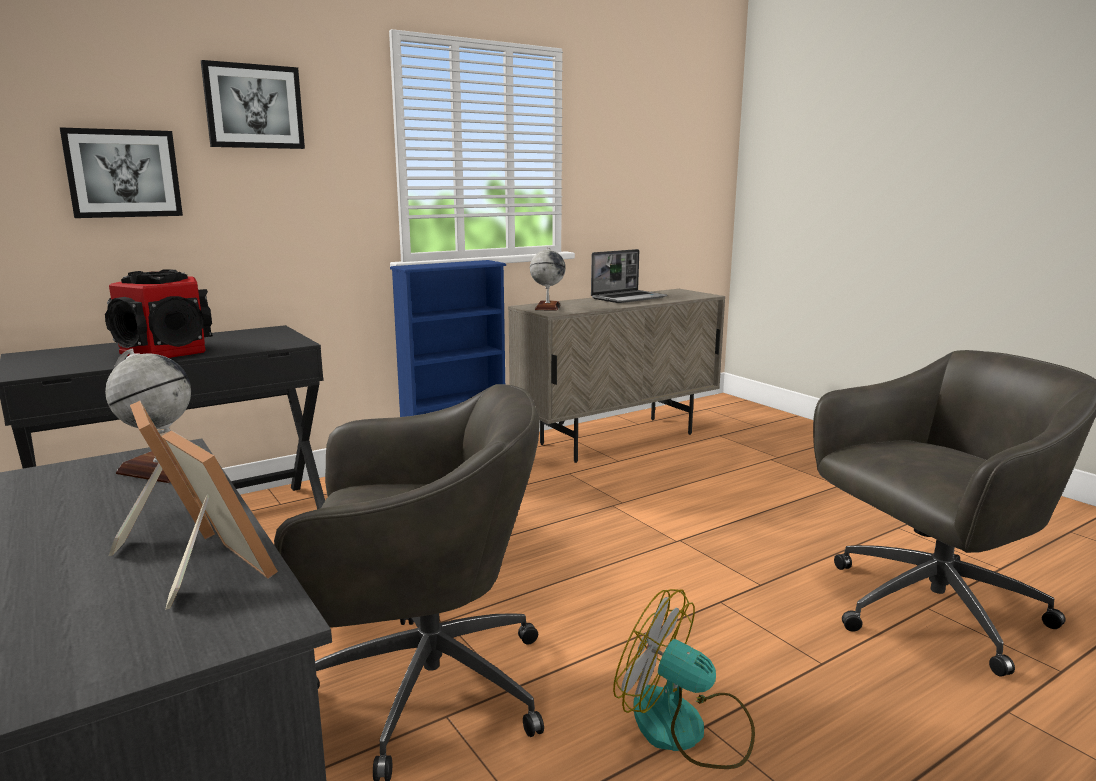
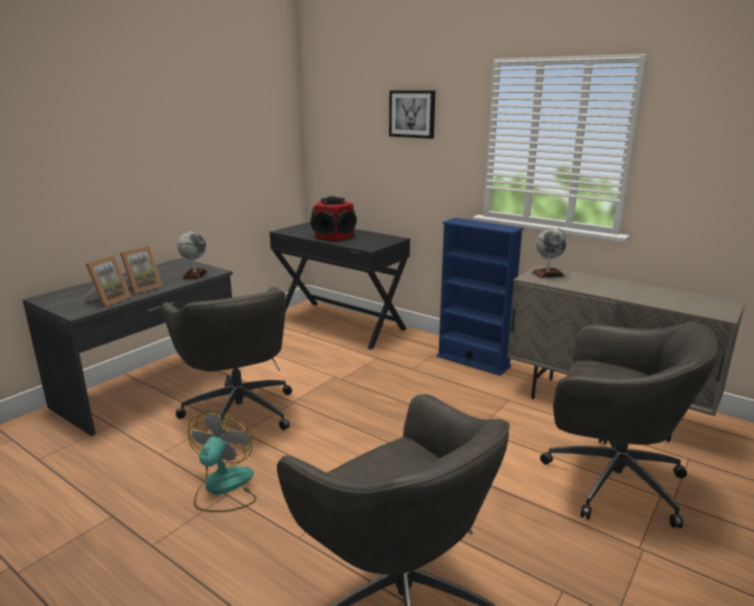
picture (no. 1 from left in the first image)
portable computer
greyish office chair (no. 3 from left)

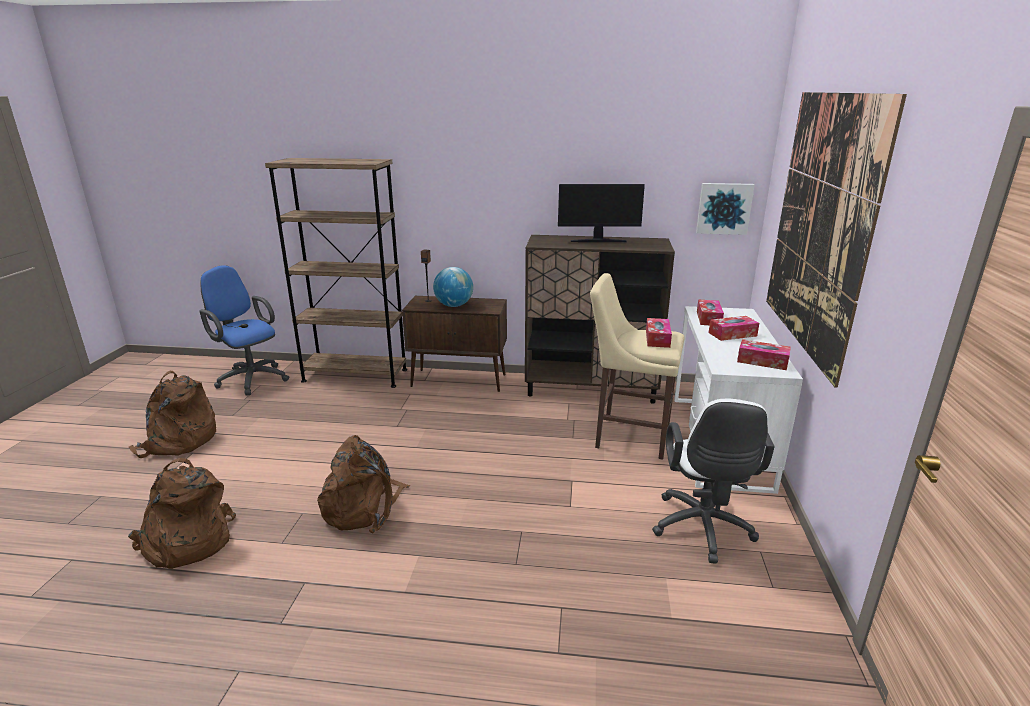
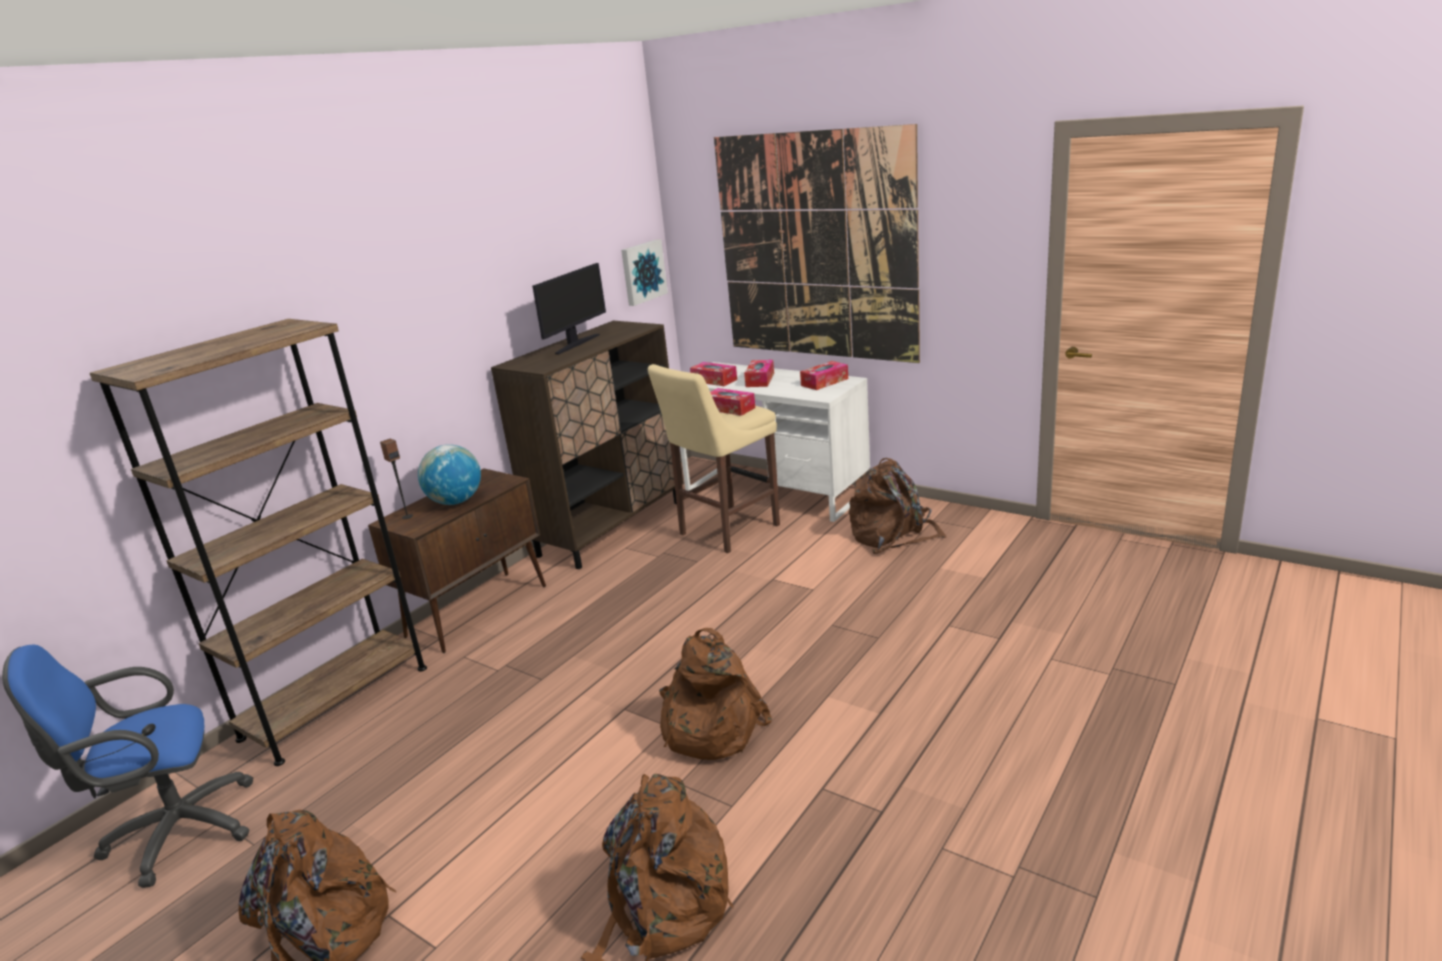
brownish backpack (no. 4 from left)

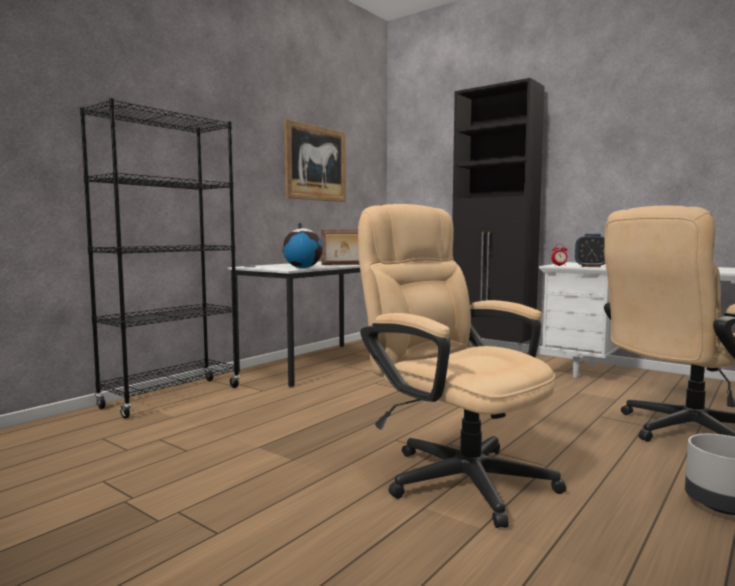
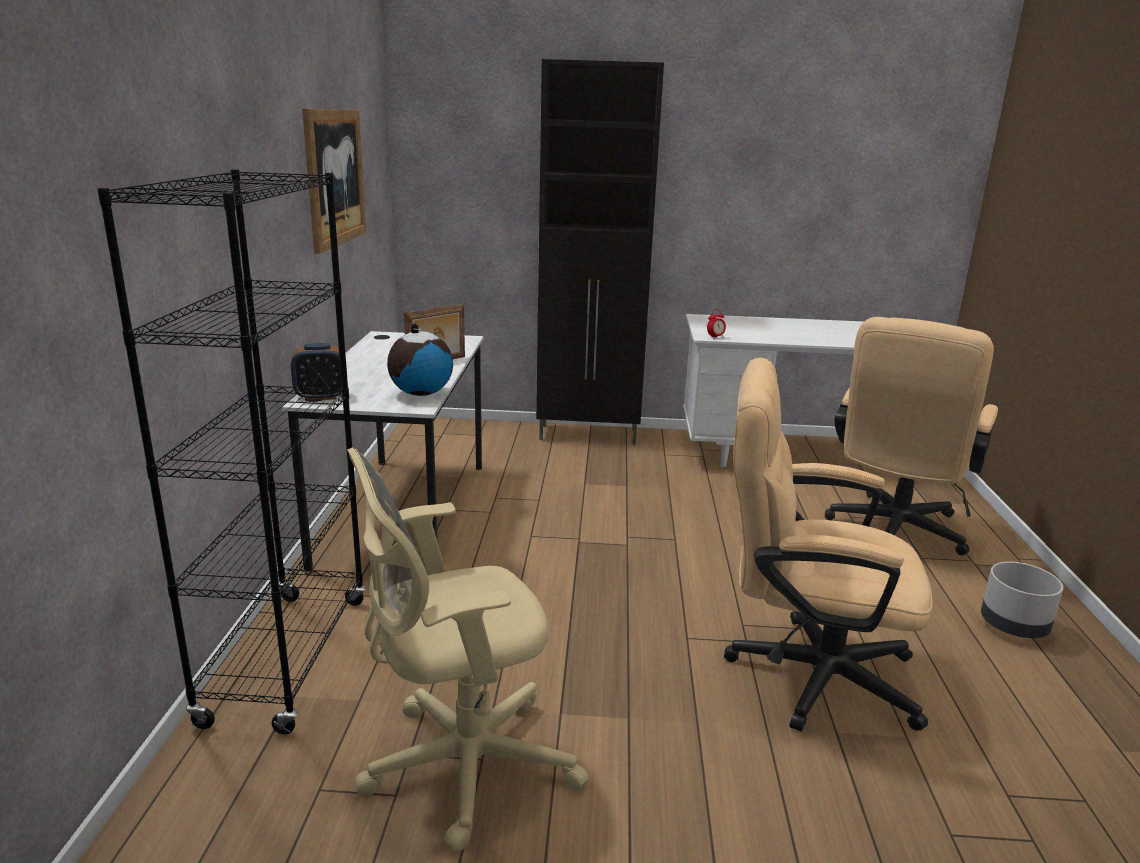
sand-coloured office chair (no. 1 from left)
table clock (no. 1 from left)

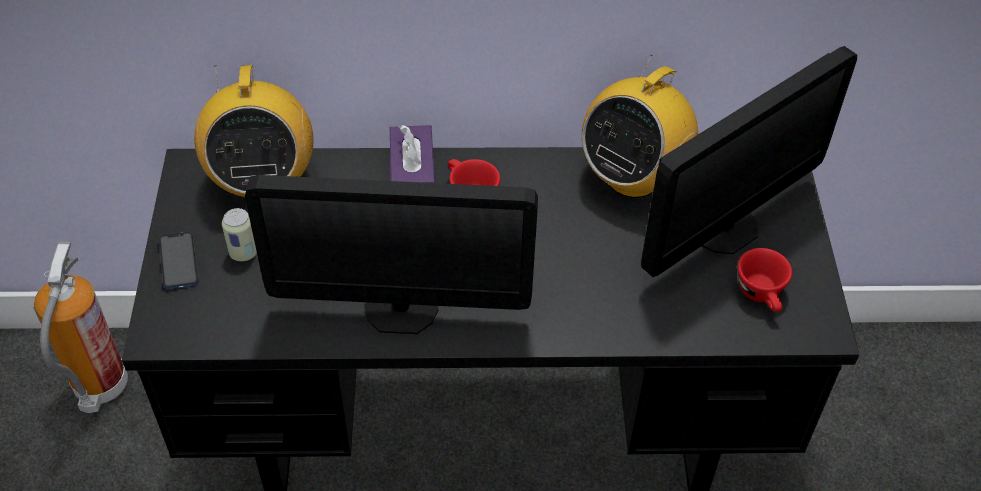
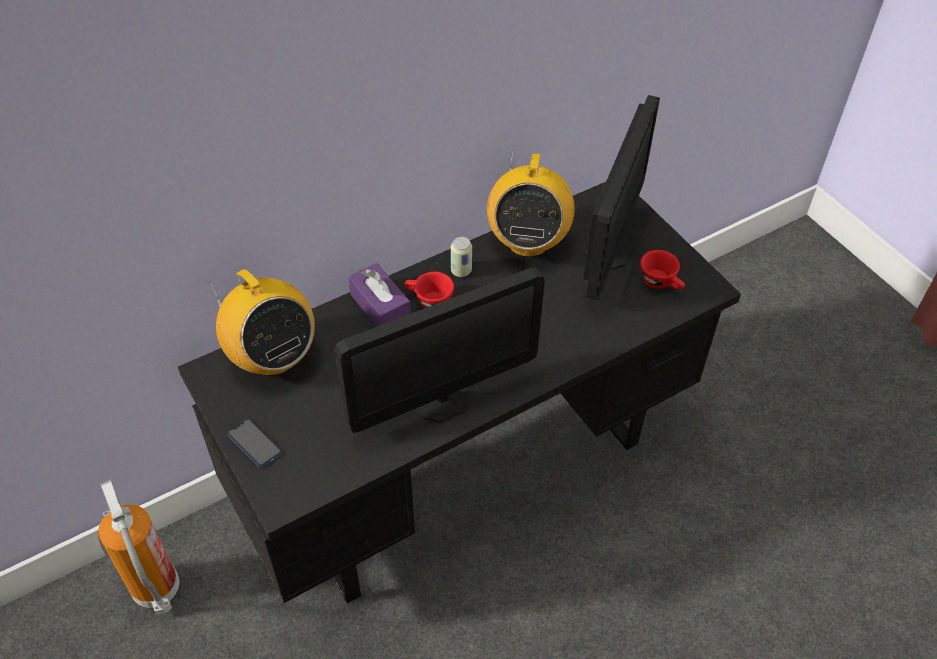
sealed can

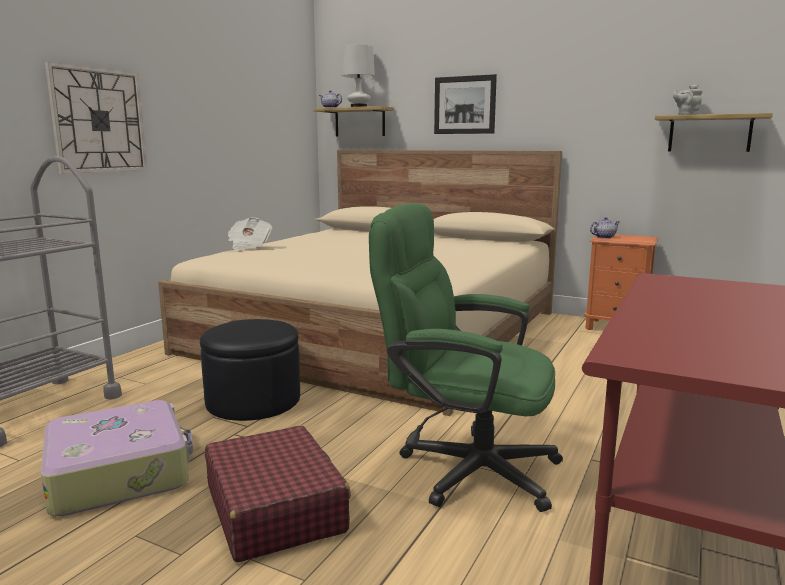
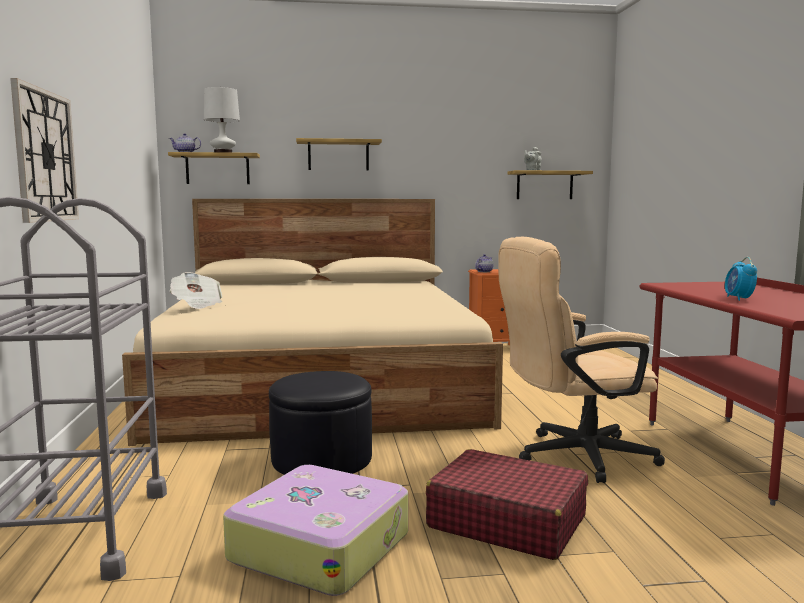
table clock
shelf (no. 2 from left)
sand-coloured office chair

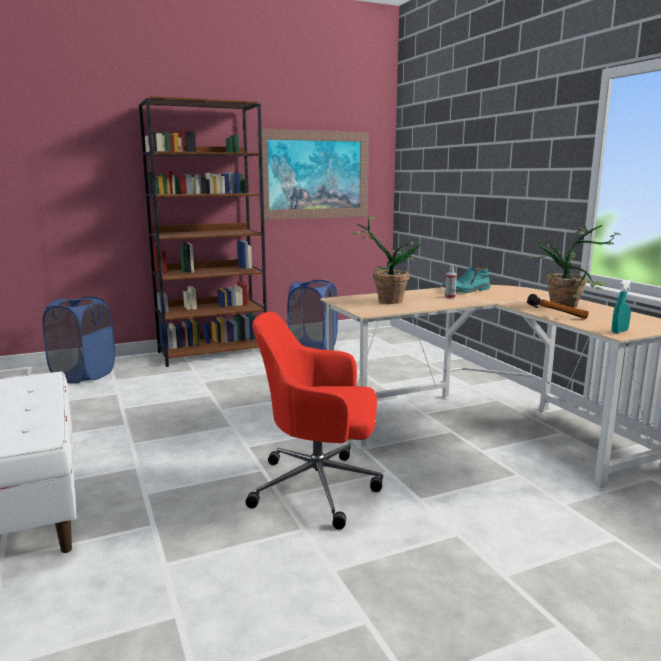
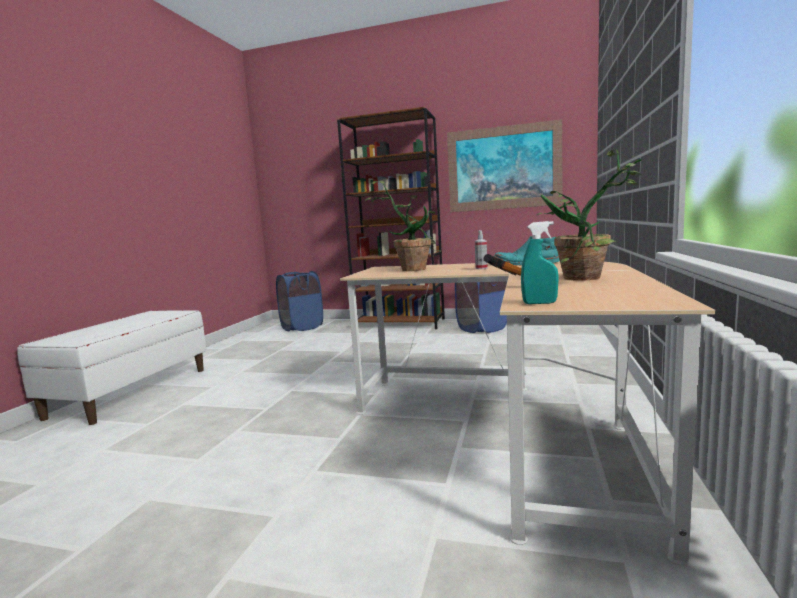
reddish office chair

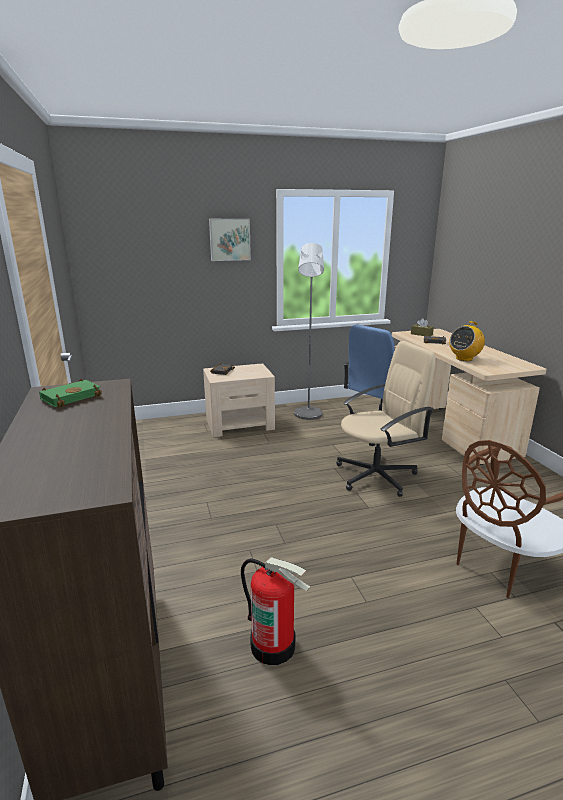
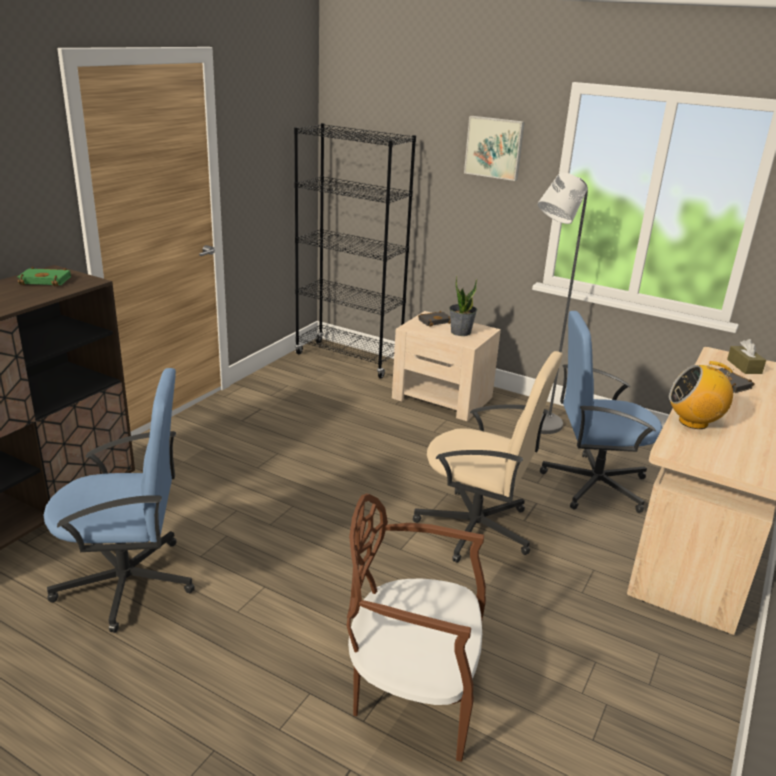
black bookcase
potted plant
blue-coloured office chair (no. 1 from left)

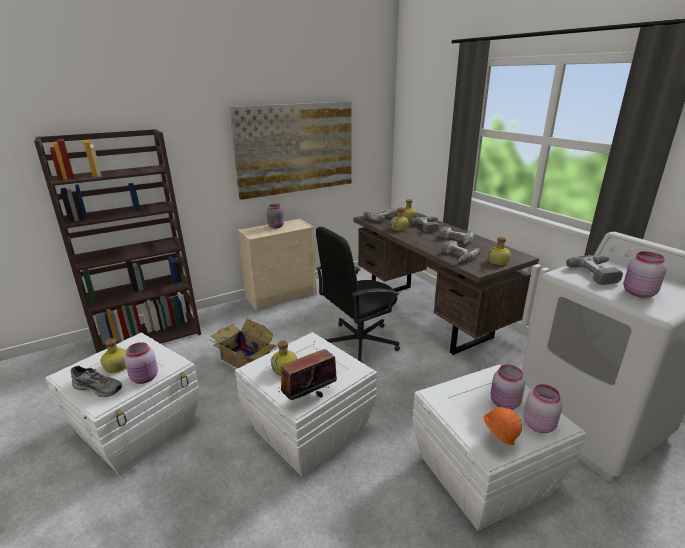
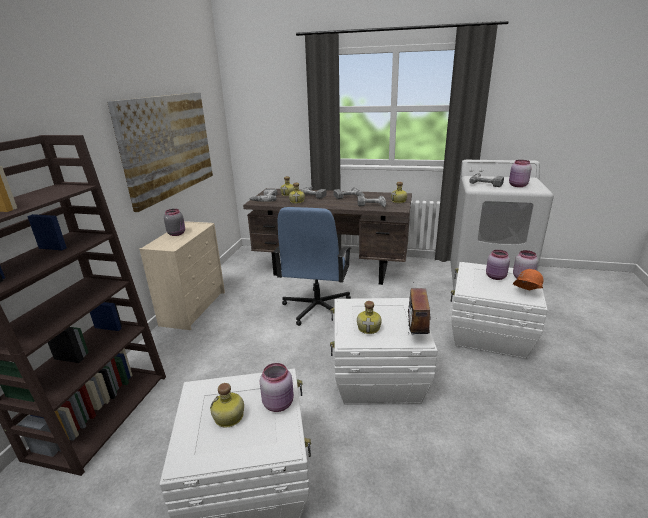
greyish low shoe
carton
blue-coloured office chair

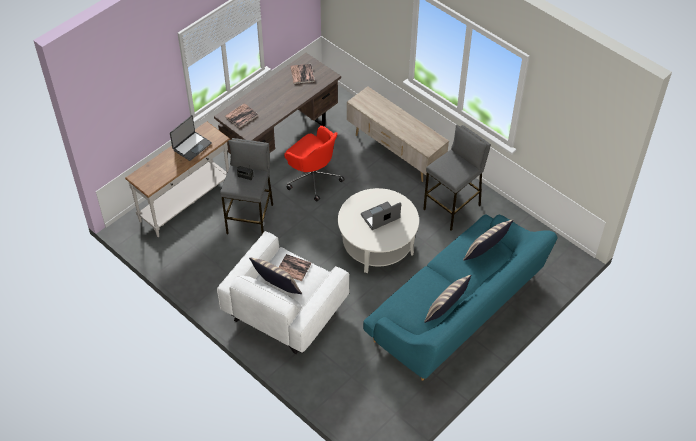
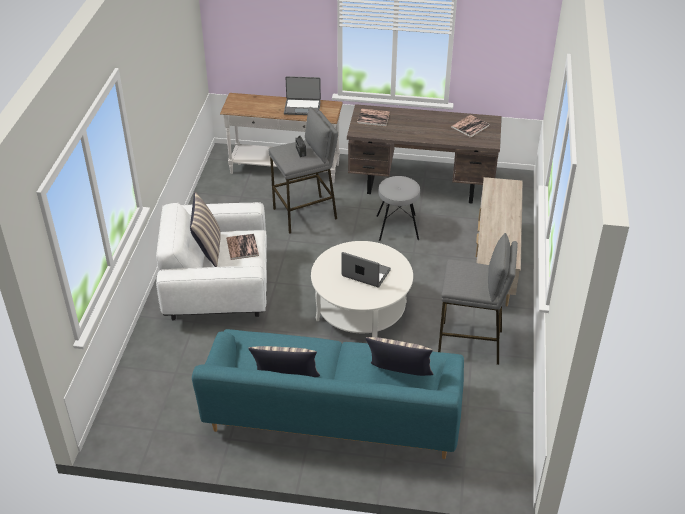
greyish stool seat (no. 2 from left)

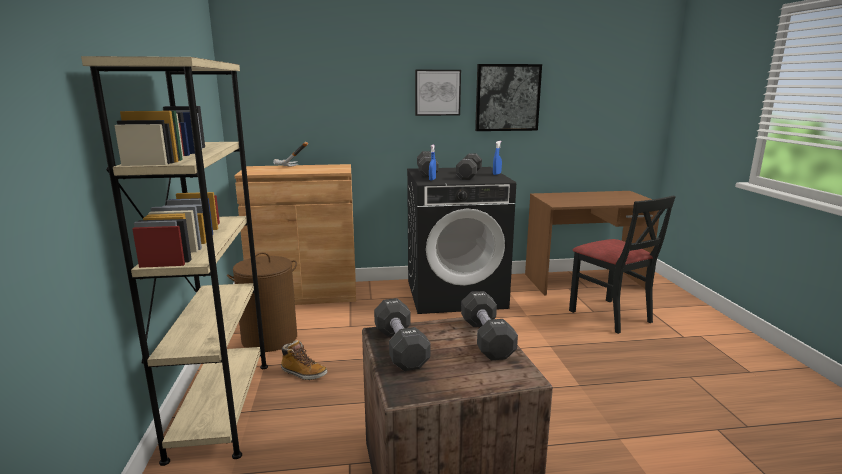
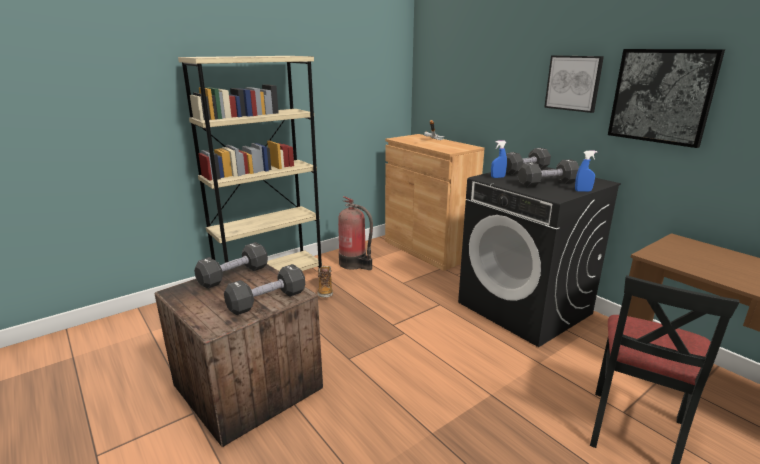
fire-fighting cylinder

